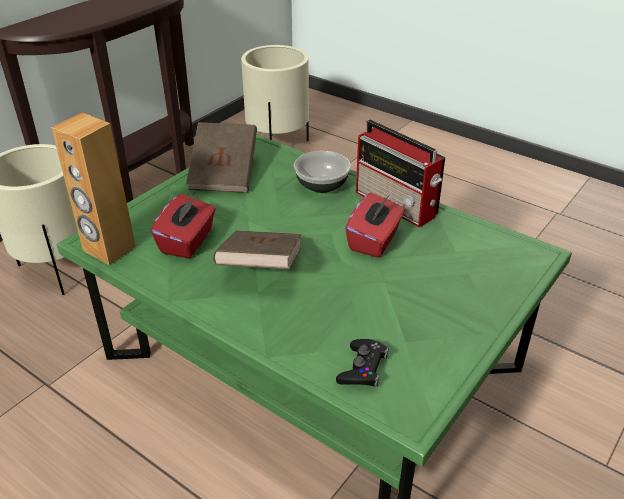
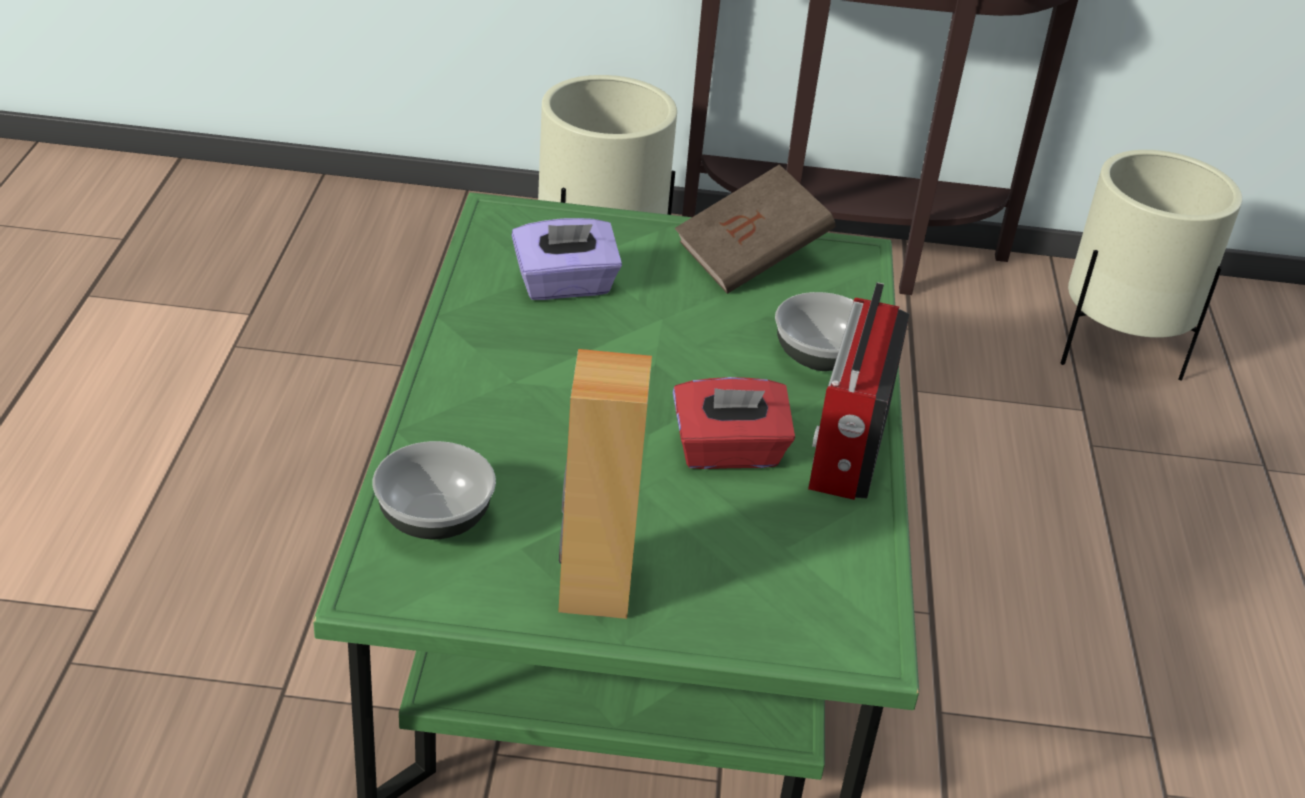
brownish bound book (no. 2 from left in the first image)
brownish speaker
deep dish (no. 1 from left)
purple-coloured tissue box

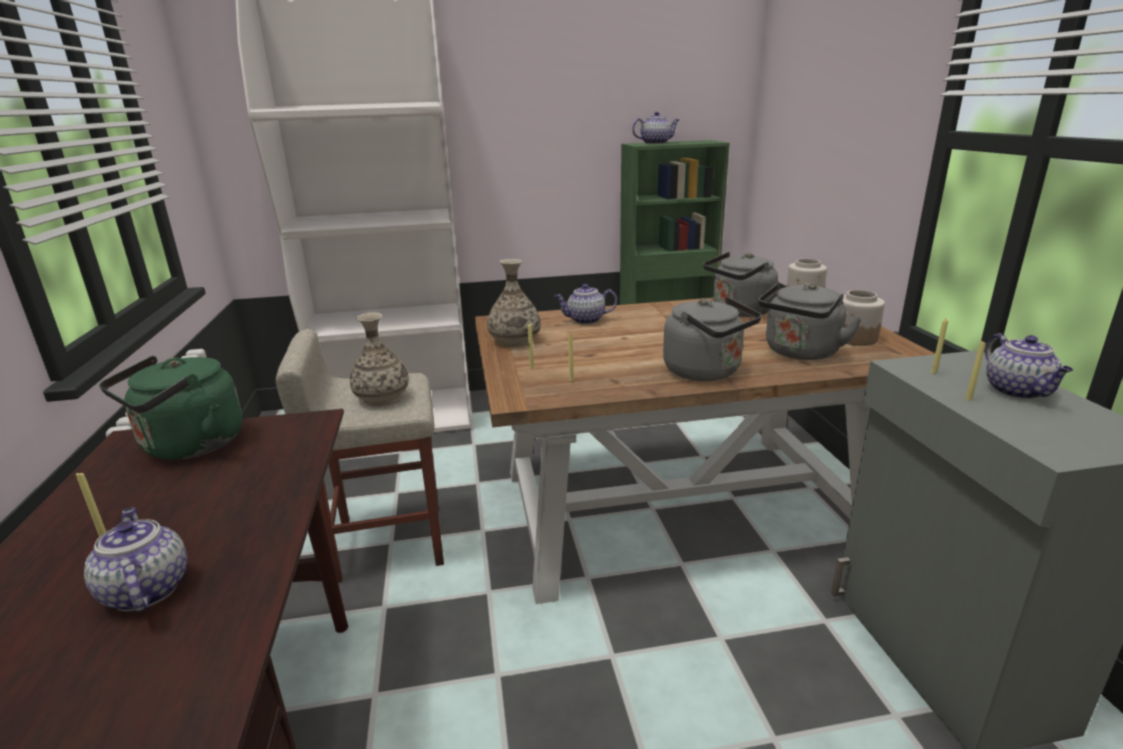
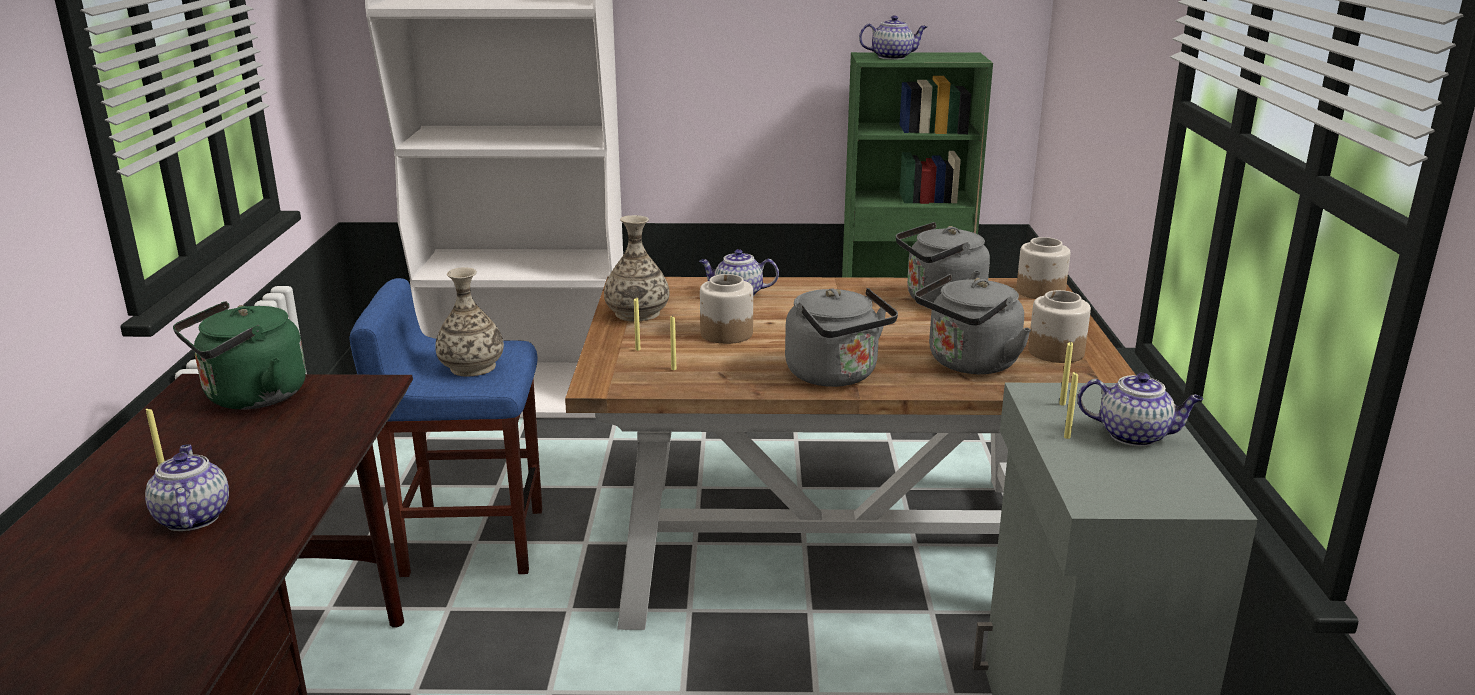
preserve jar (no. 1 from left)
blue-coloured stool seat
teapot (no. 4 from left)

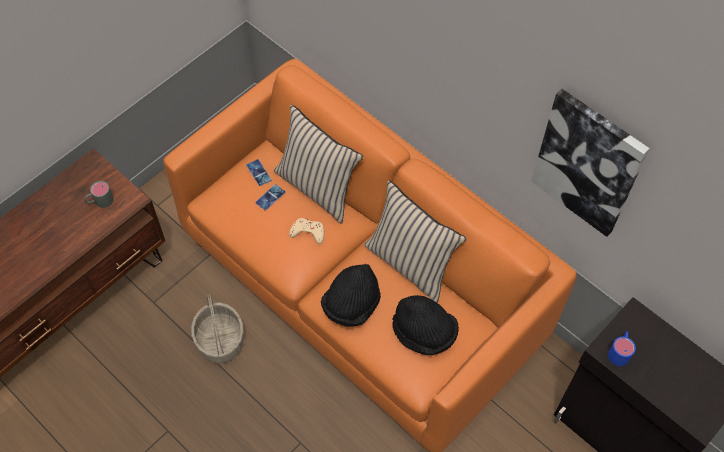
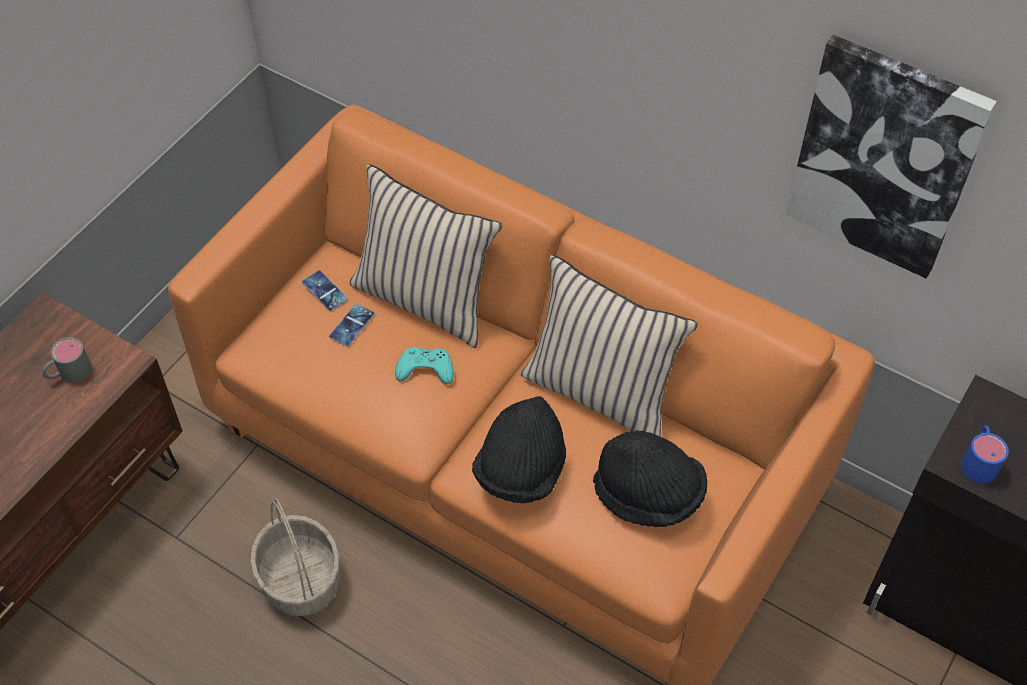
blue-green game controller

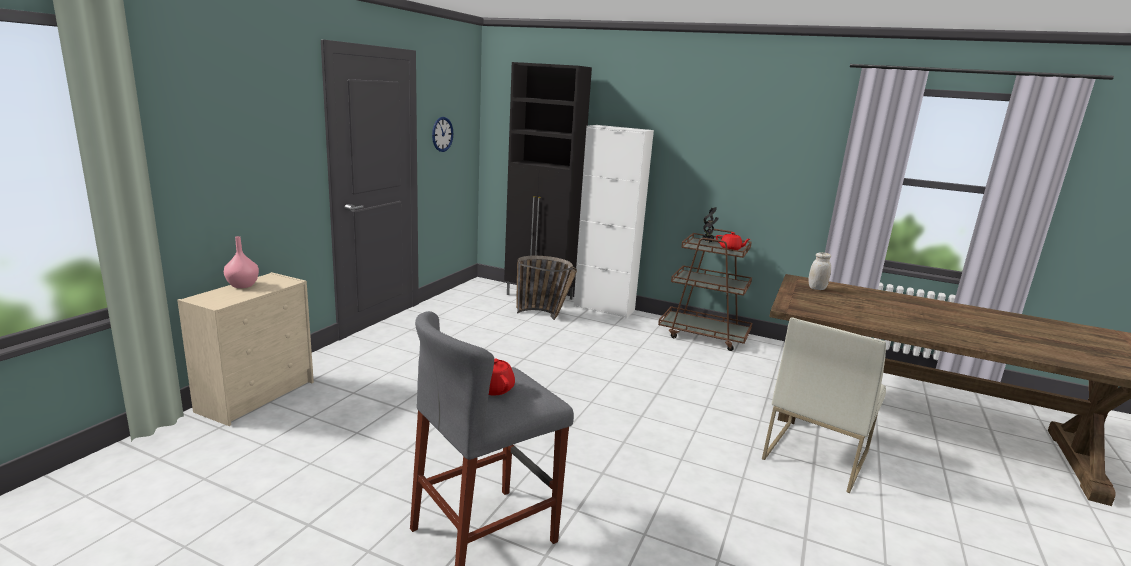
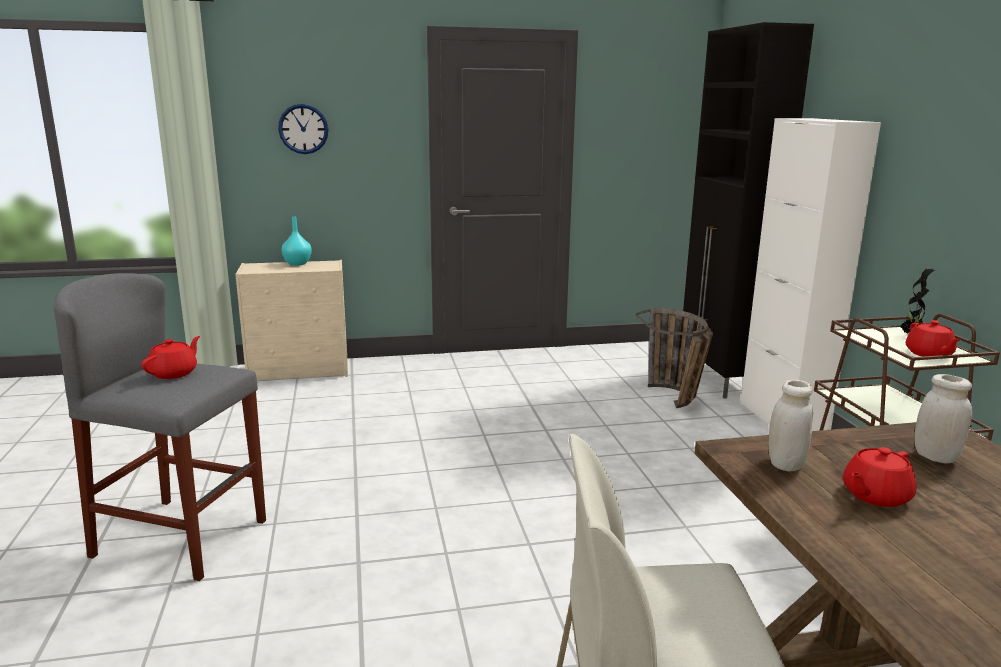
white-coloured preserve jar (no. 1 from left)
reddish teapot (no. 2 from left)
wall clock
blue-green decorative vase

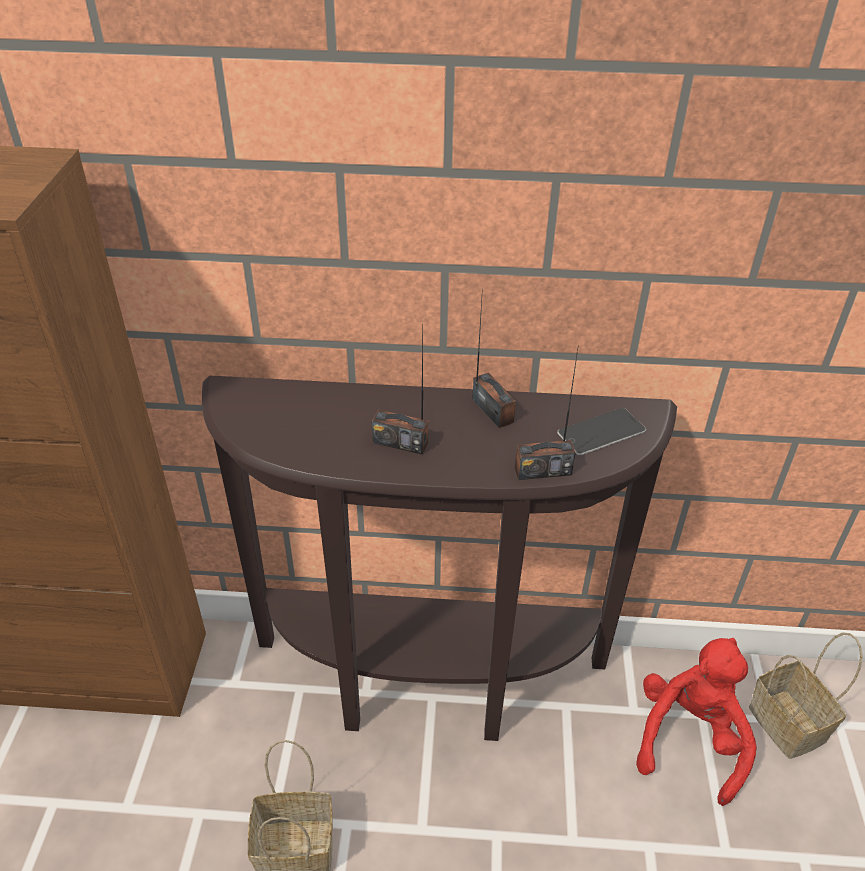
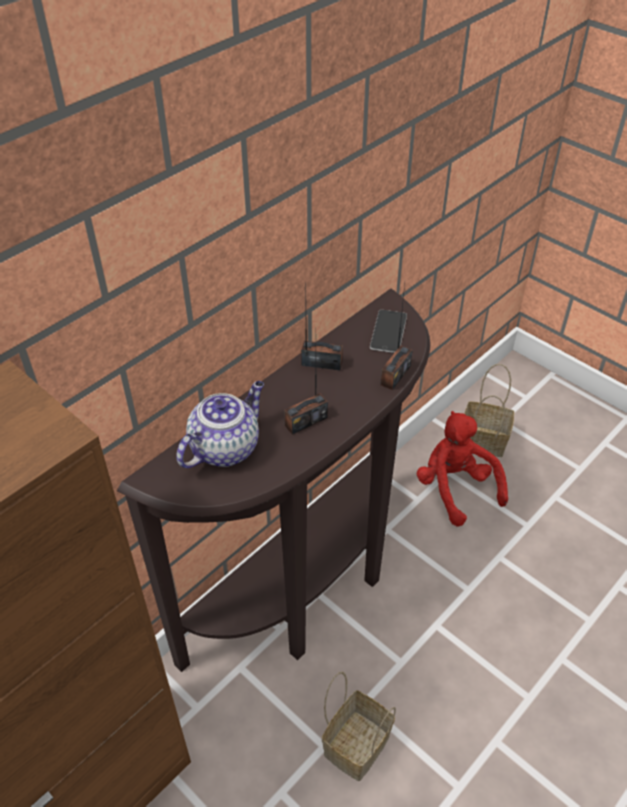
teapot

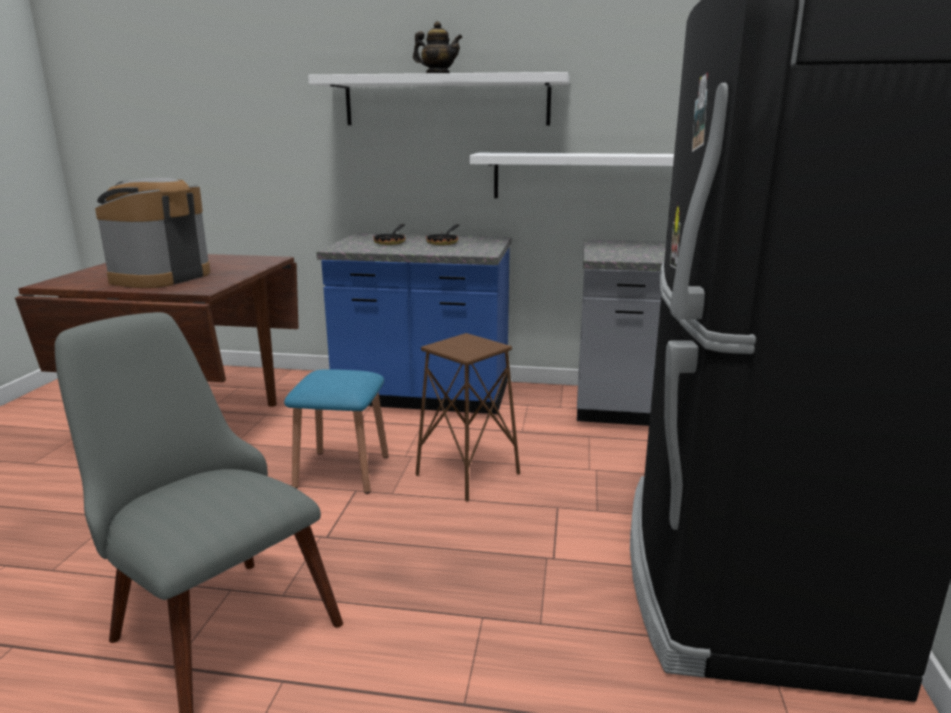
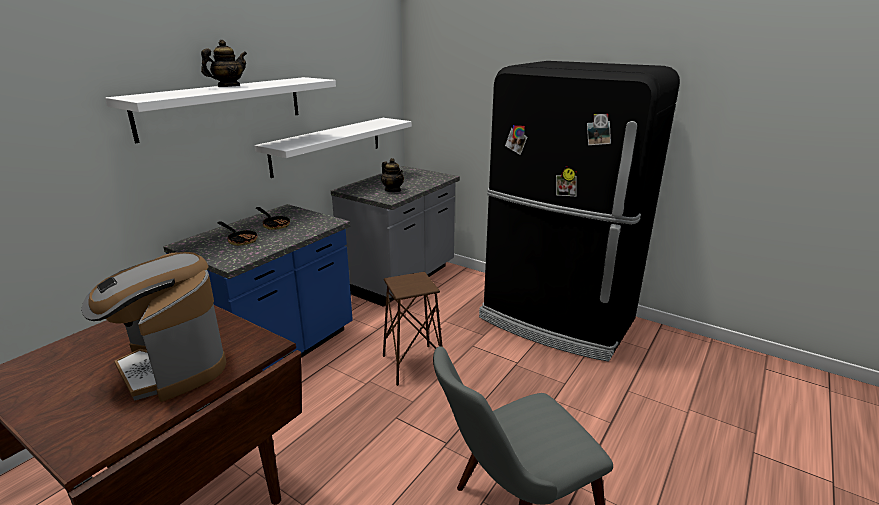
blue-coloured stool seat
teapot (no. 2 from left)

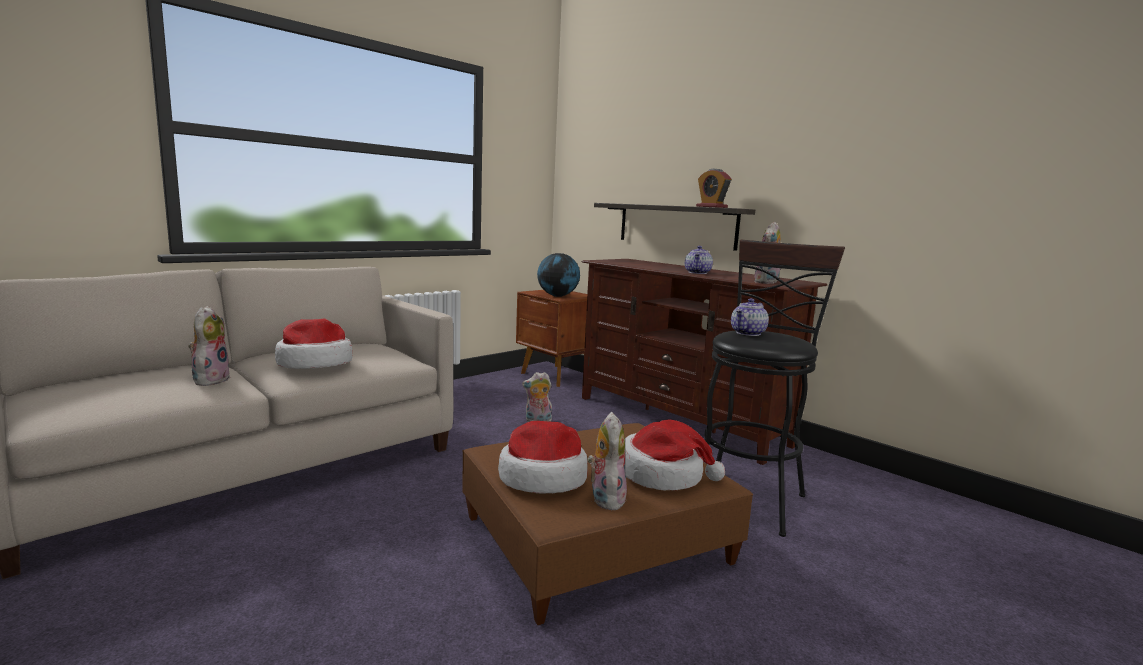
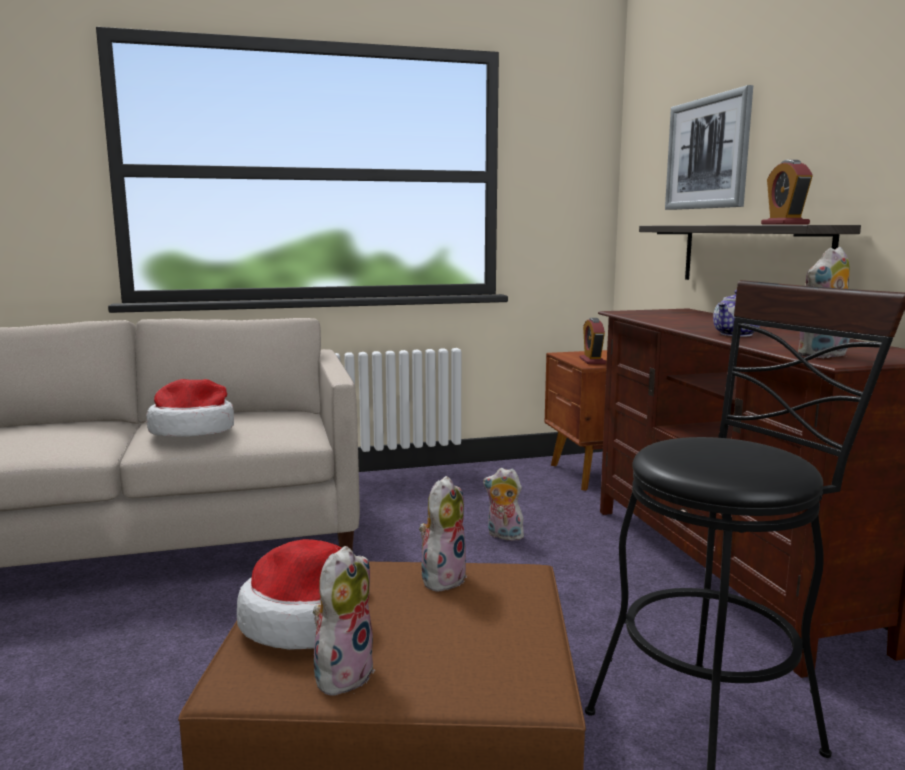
wearable hat (no. 3 from left in the first image)
teapot (no. 2 from left in the first image)
picture
cuddly toy (no. 2 from left)
table clock (no. 1 from left)

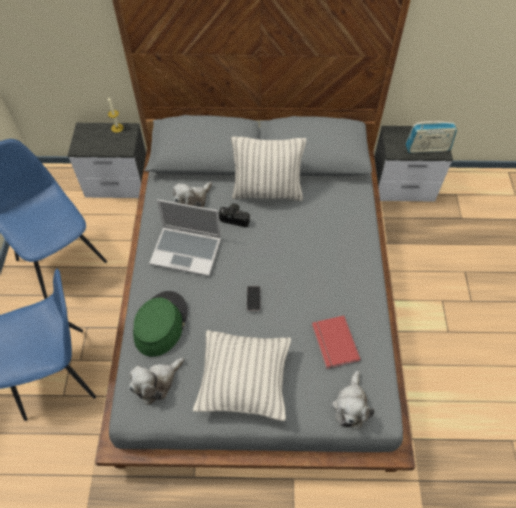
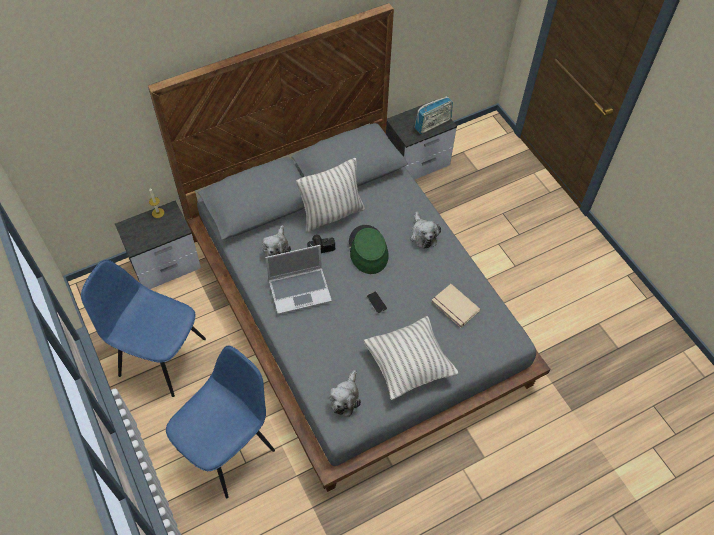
green wearable hat
cuddly toy (no. 3 from left)
sand-coloured bound book

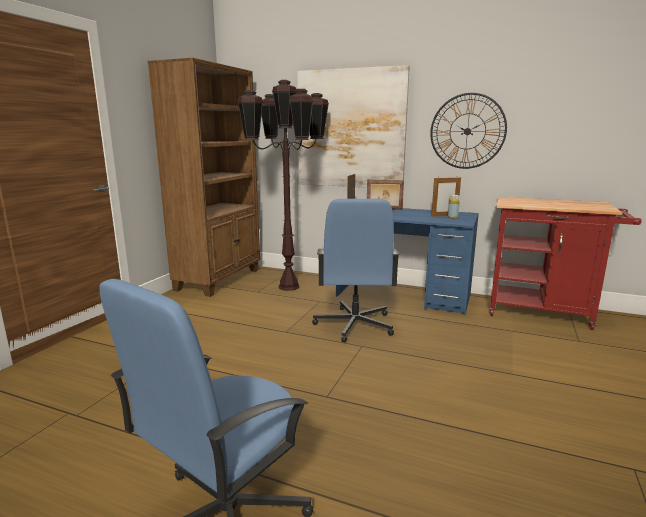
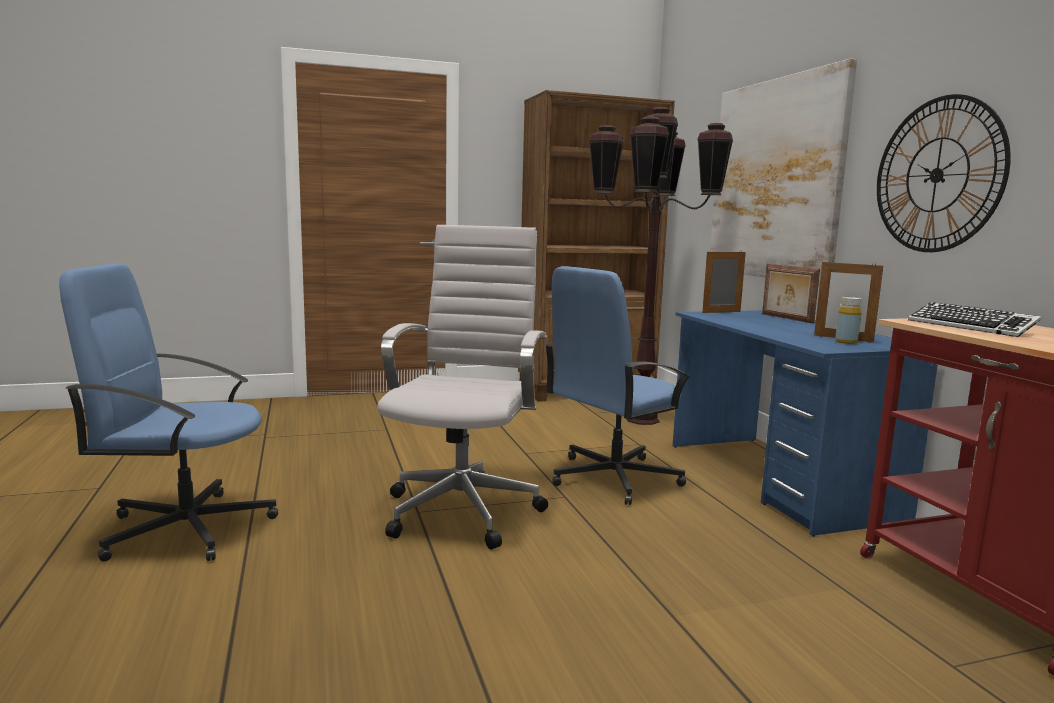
white-coloured office chair
PC keyboard

